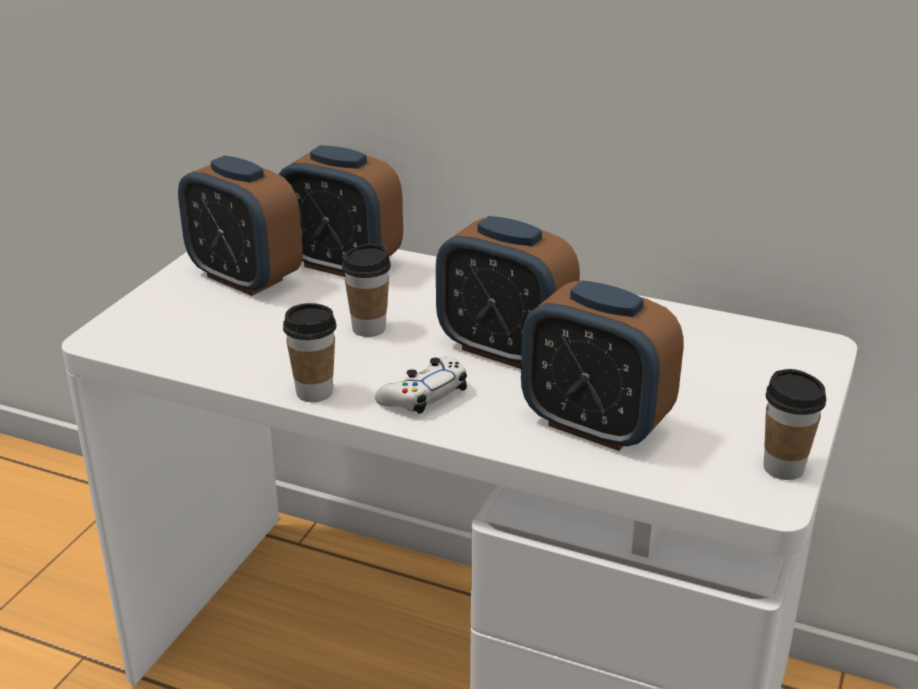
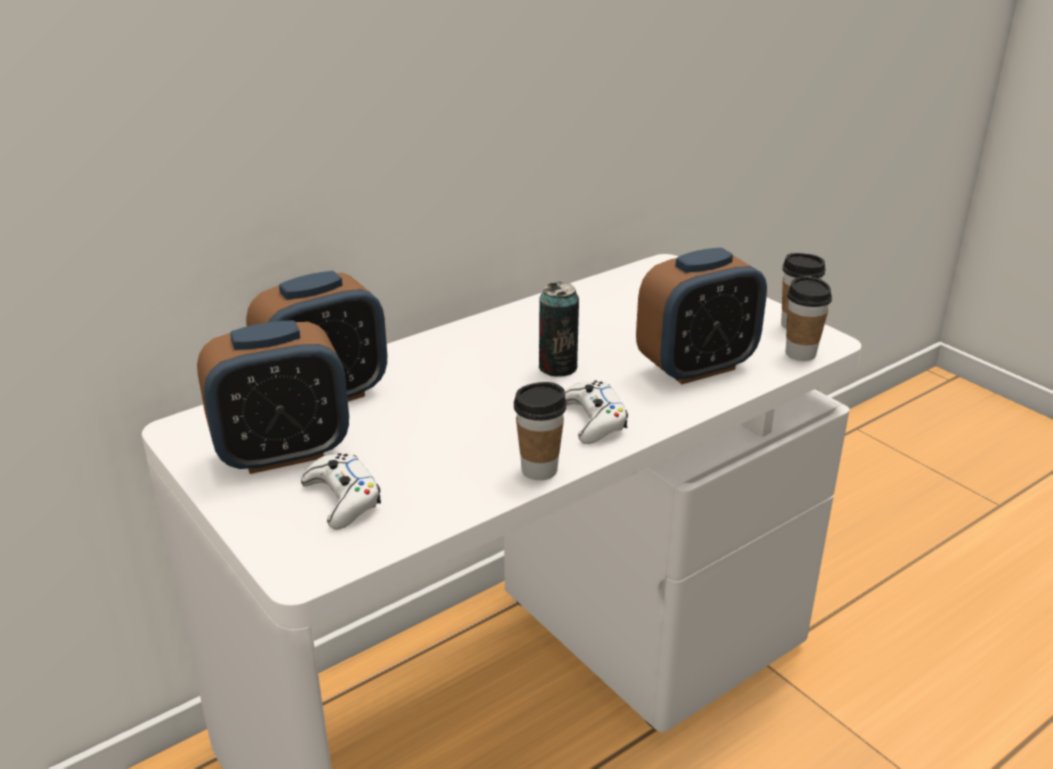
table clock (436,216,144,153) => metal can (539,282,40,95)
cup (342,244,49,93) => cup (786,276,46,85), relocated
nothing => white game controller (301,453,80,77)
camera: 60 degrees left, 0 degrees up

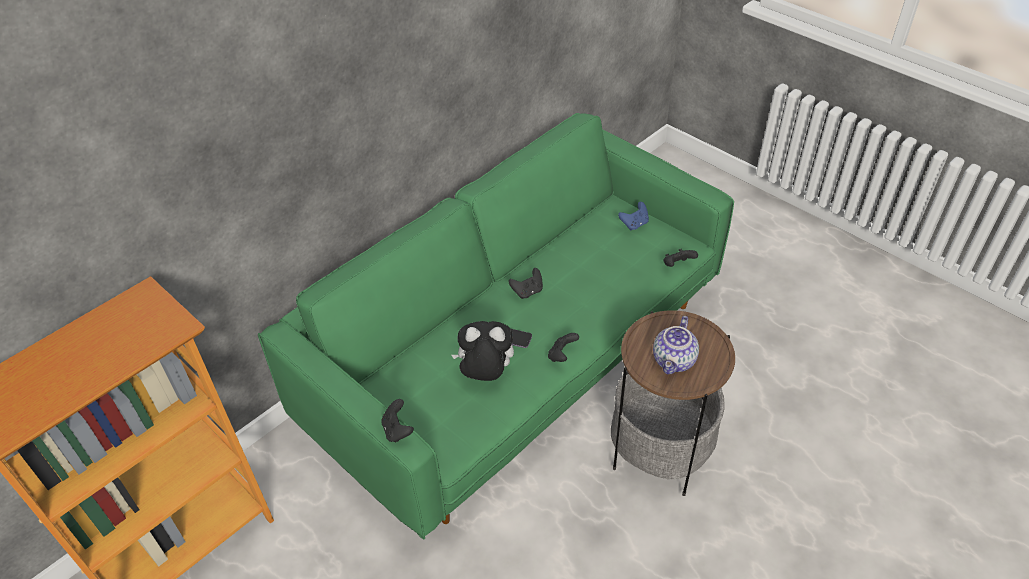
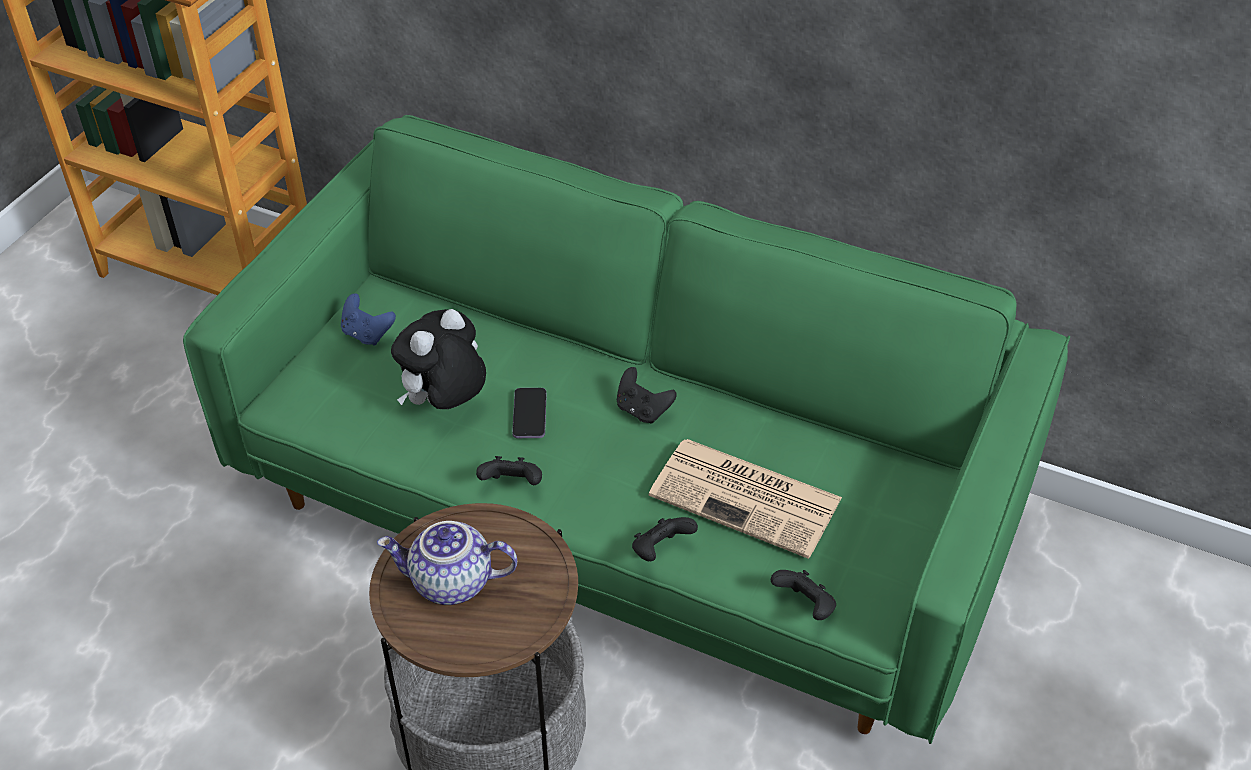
blue game controller (618,202,31,29) => blue game controller (341,293,55,53), relocated
cuddly toy (452,321,62,60) => cuddly toy (391,309,95,100), 120 degrees counterclockwise
blackish game controller (382,399,32,43) => blackish game controller (632,517,66,44), relocated
nothing => daily paper (649,439,193,120)
camera: 70 degrees right, 0 degrees up

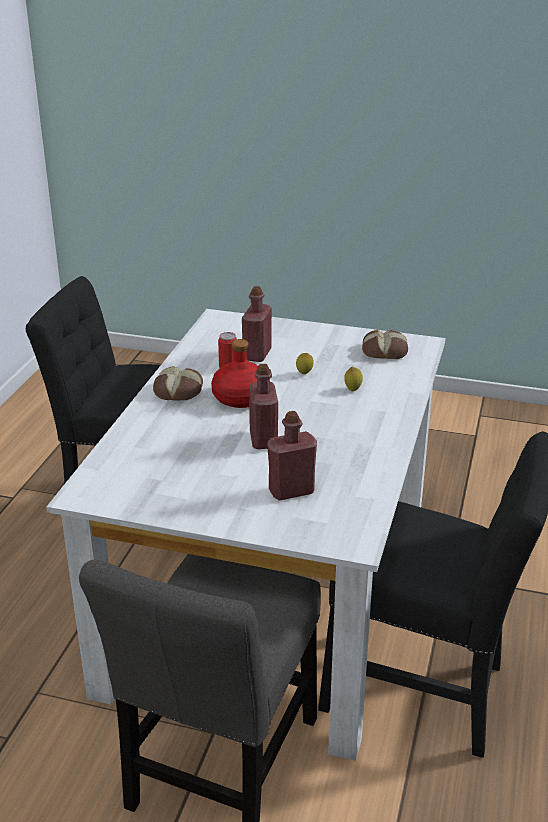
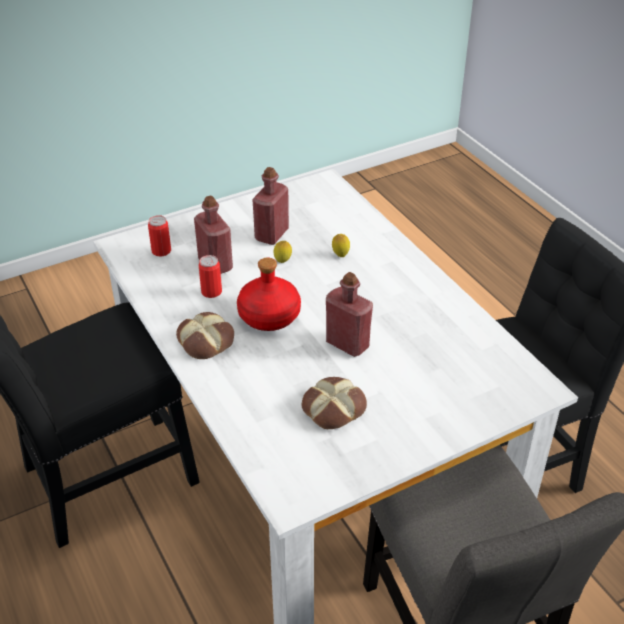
bread (362,330,46,29) => bread (302,377,65,52), relocated
red-coloured drink bottle (267,411,50,90) => red-coloured drink bottle (252,167,37,78), relocated
nothing => metal can (148,215,23,42)
camera: 45 degrees left, 10 degrees up

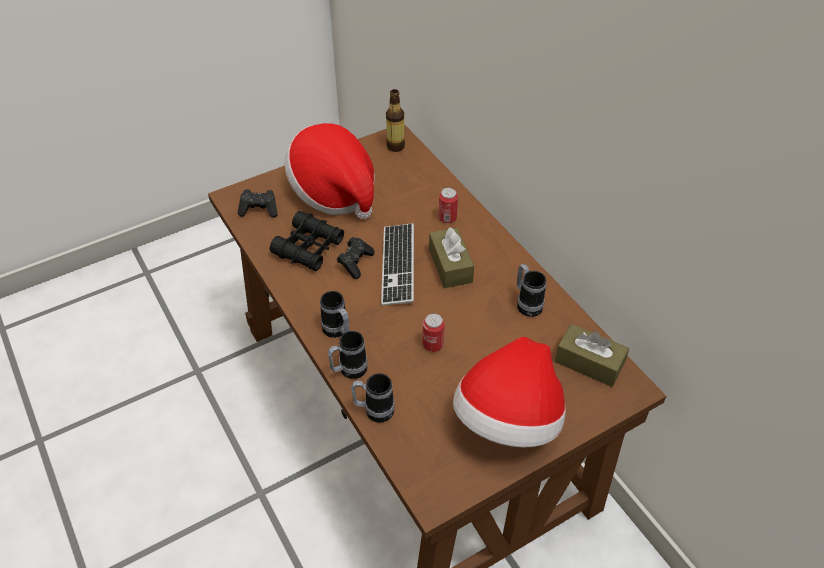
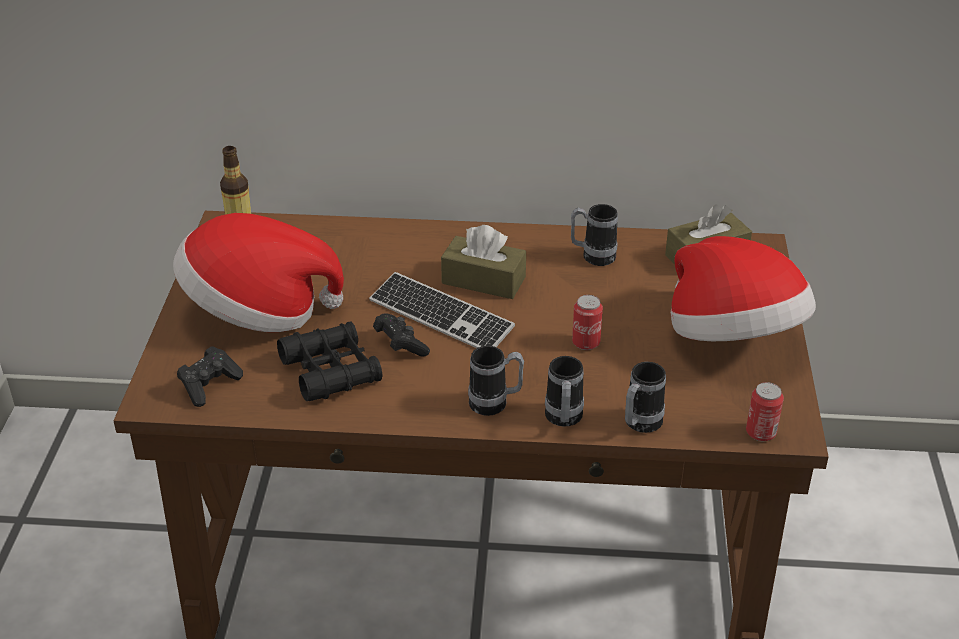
metal can (439,188,19,35) => metal can (746,382,38,59), relocated
camera: 55 degrees left, 10 degrees down

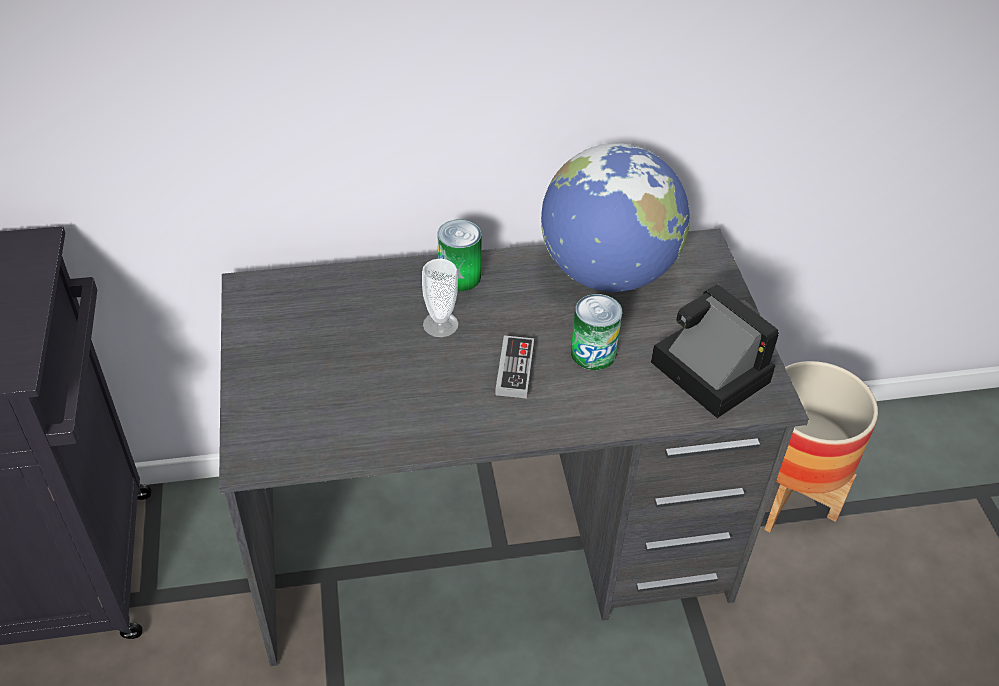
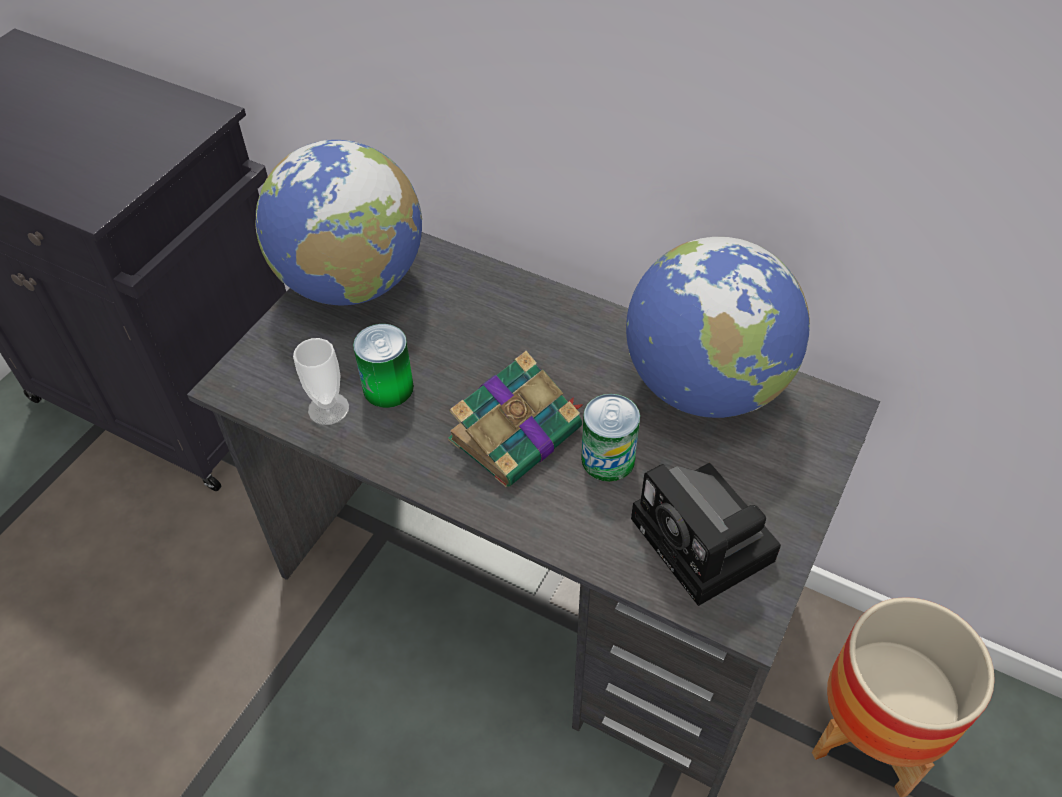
metal can (438,219,44,73) => metal can (353,324,61,84), relocated
cup (422,259,37,78) => cup (293,338,56,87), relocated
photo camera (651,284,128,134) => photo camera (631,463,150,143), 150 degrees clockwise
game controller (495,336,39,62) => book (448,351,136,136)
nothing => world globe (255,140,167,166)
camera: 40 degrees right, 5 degrees up

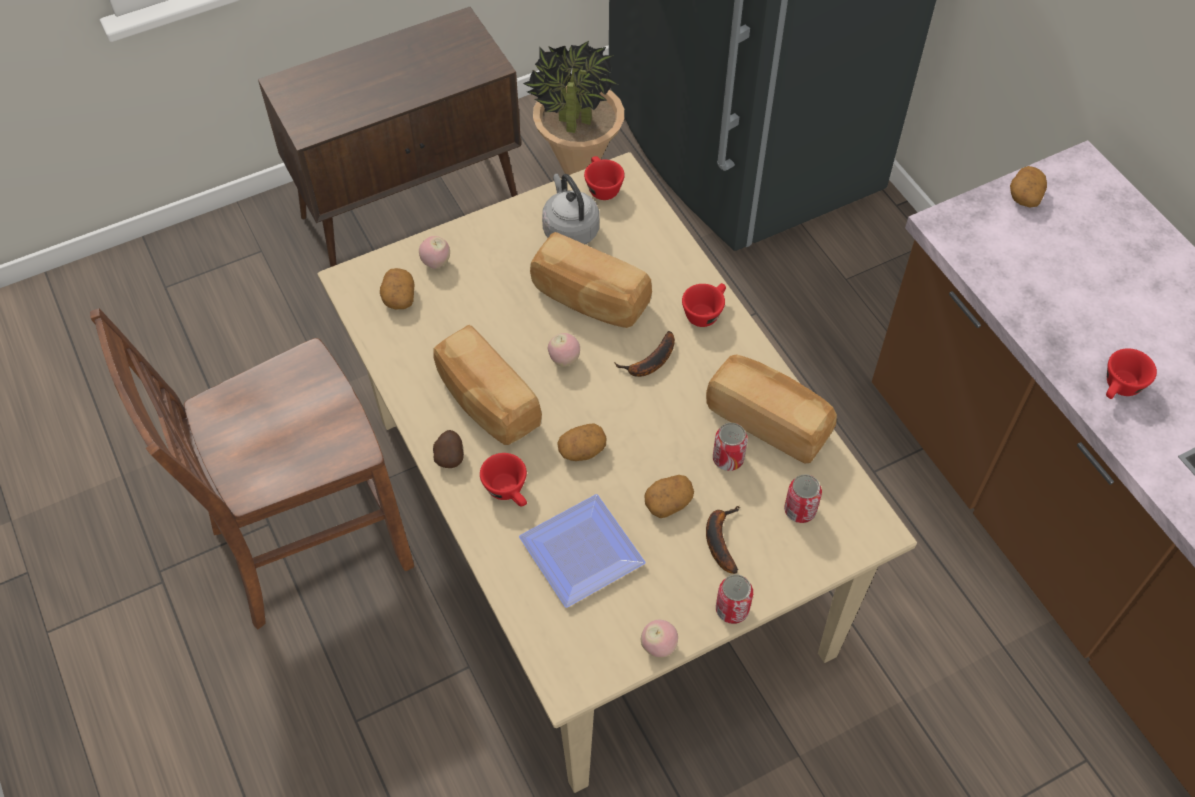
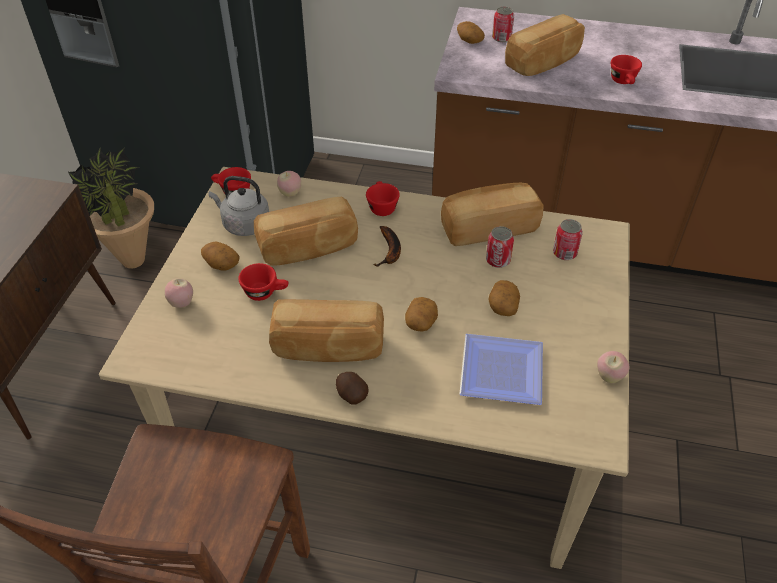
spud (380,268,35,42) => spud (201,241,39,30), relocated
apple (548,333,32,34) => apple (277,171,24,26), relocated
red-coloured cup (480,453,47,53) => red-coloured cup (238,263,50,38), relocated
banana fruit (706,506,35,68) => nothing
metal can (716,575,37,49) => metal can (492,7,22,35), relocated
nothing => bread (505,14,80,62)
camera: 50 degrees left, 10 degrees down

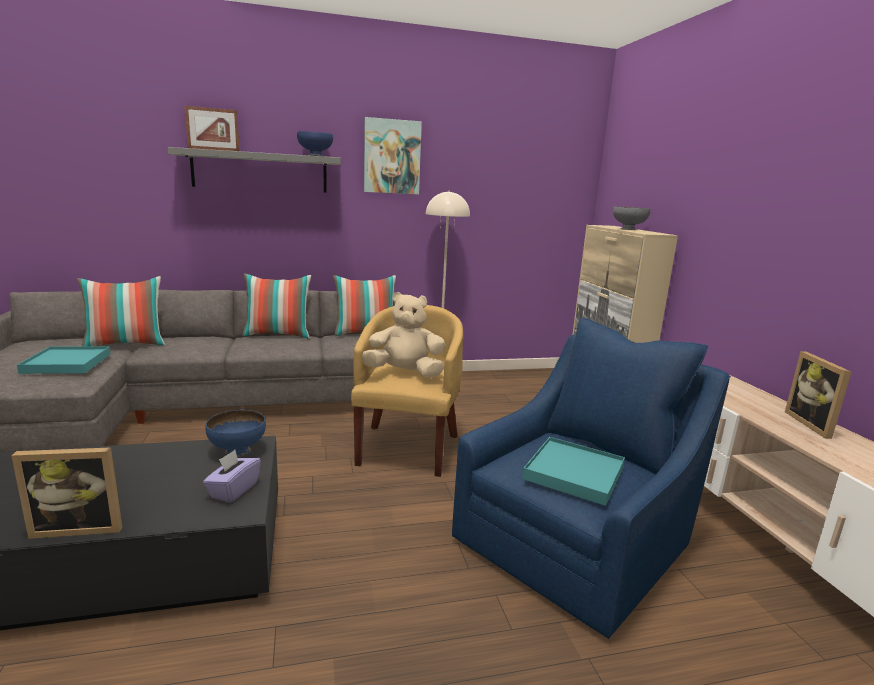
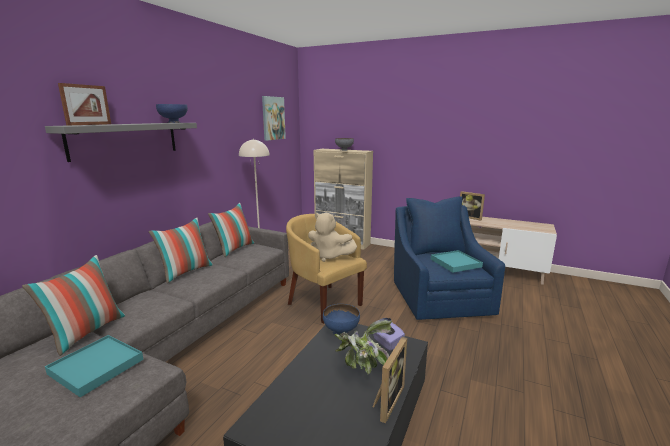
wall art (364,117,58,77) => wall art (262,96,24,45), relocated
sand-coloured cuddly toy (362,292,84,86) => sand-coloured cuddly toy (308,213,49,49), 105 degrees counterclockwise
nothing => potted plant (334,318,58,56)
camera: 50 degrees left, 0 degrees up

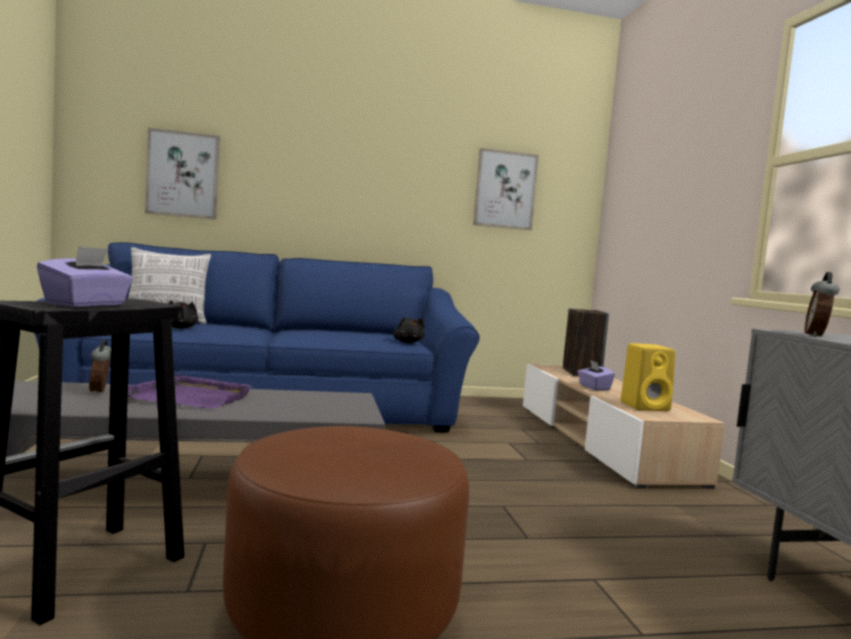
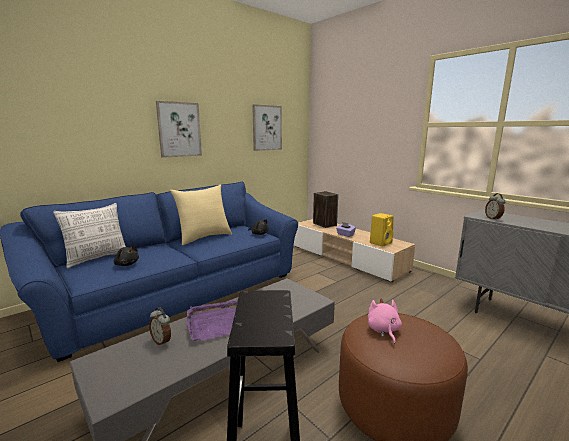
wall art (145,128,75,92) => wall art (156,101,46,57), relocated
purple-coloured tissue box (37,246,96,61) => nothing
nothing => sand-coloured throw pillow (170,184,62,61)
nothing => pinkish cuddly toy (368,298,34,46)
camera: 30 degrees left, 10 degrees up

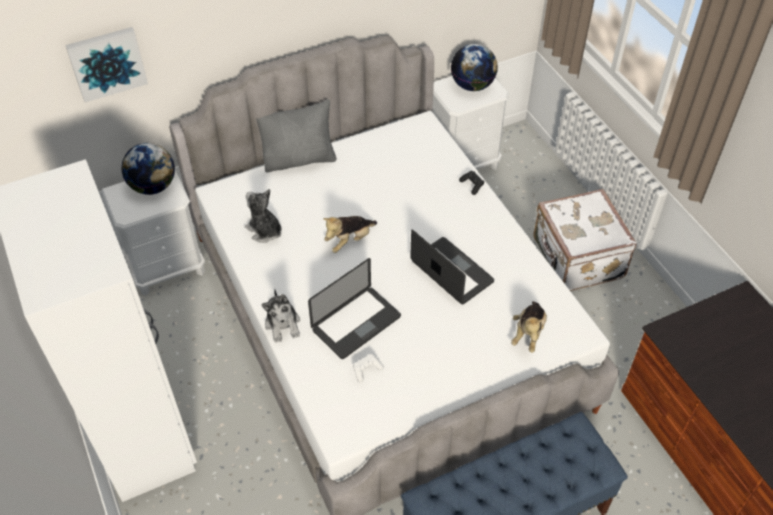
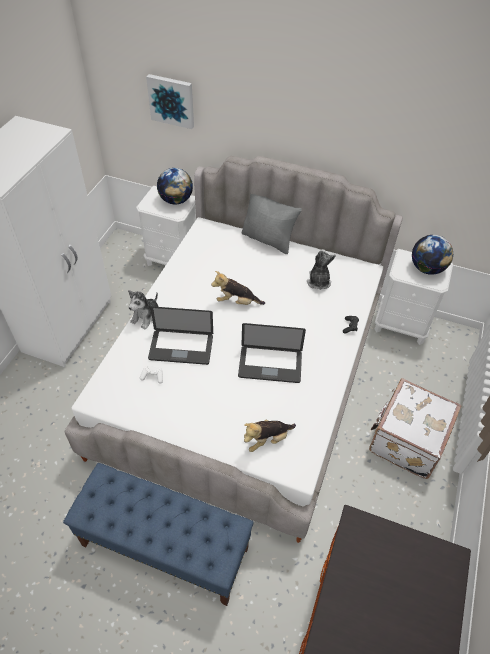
cuddly toy (245,189,37,54) => cuddly toy (307,249,29,41), relocated
portable computer (410,230,84,74) => portable computer (238,323,68,60), 90 degrees clockwise
camera: 45 degrees right, 0 degrees up

